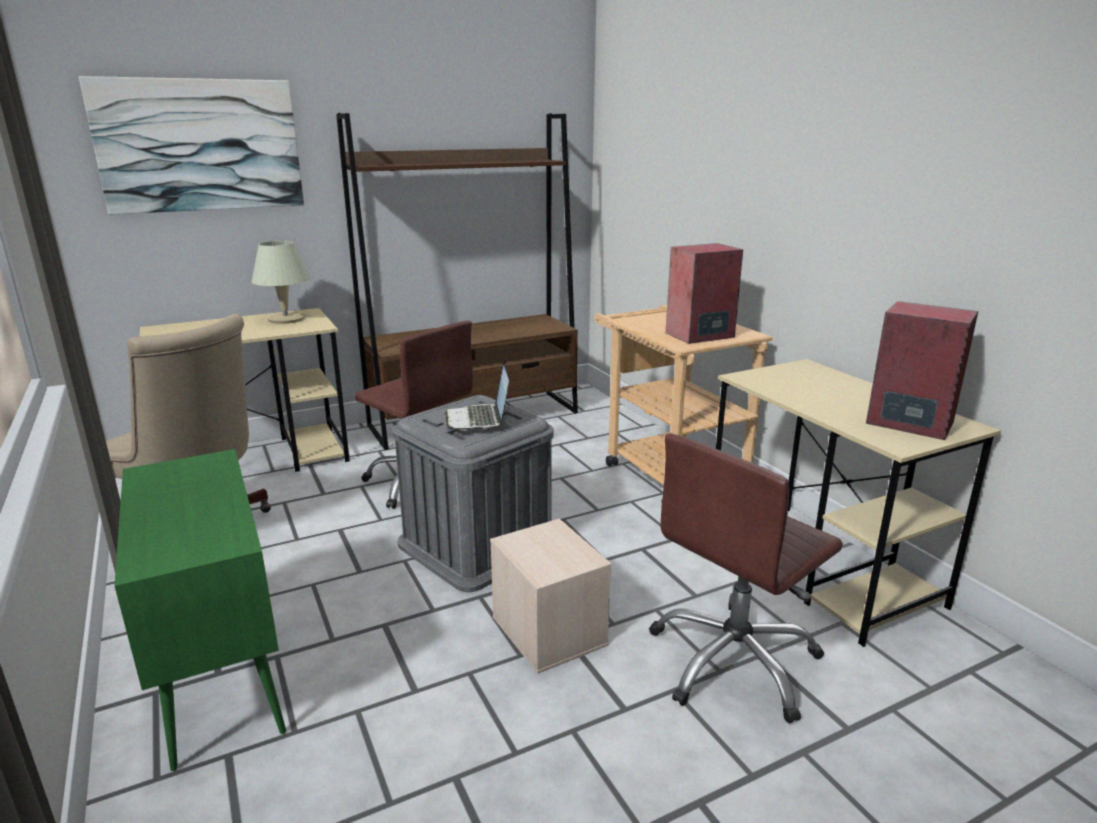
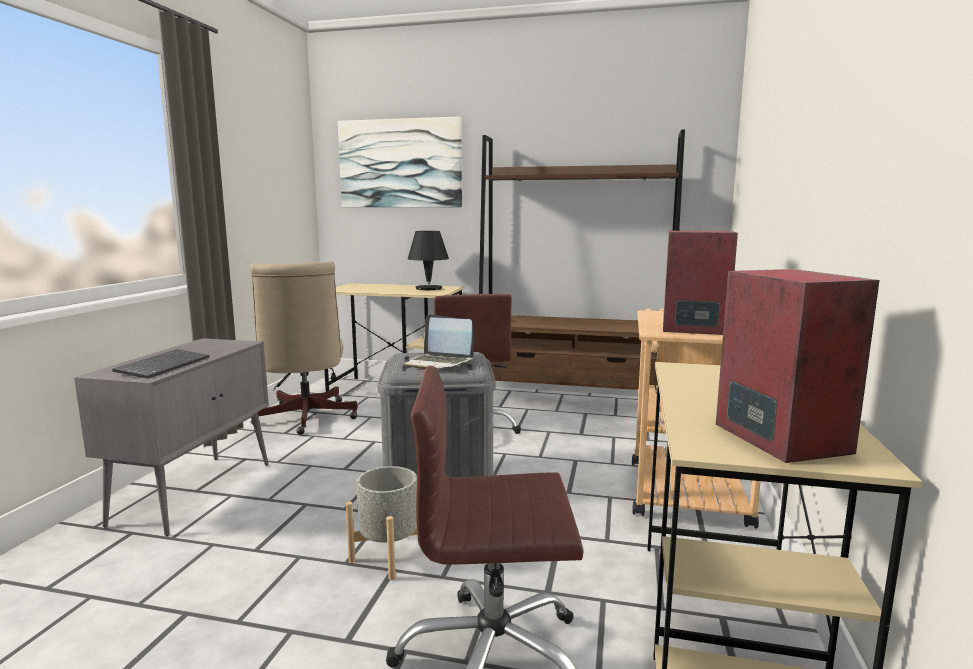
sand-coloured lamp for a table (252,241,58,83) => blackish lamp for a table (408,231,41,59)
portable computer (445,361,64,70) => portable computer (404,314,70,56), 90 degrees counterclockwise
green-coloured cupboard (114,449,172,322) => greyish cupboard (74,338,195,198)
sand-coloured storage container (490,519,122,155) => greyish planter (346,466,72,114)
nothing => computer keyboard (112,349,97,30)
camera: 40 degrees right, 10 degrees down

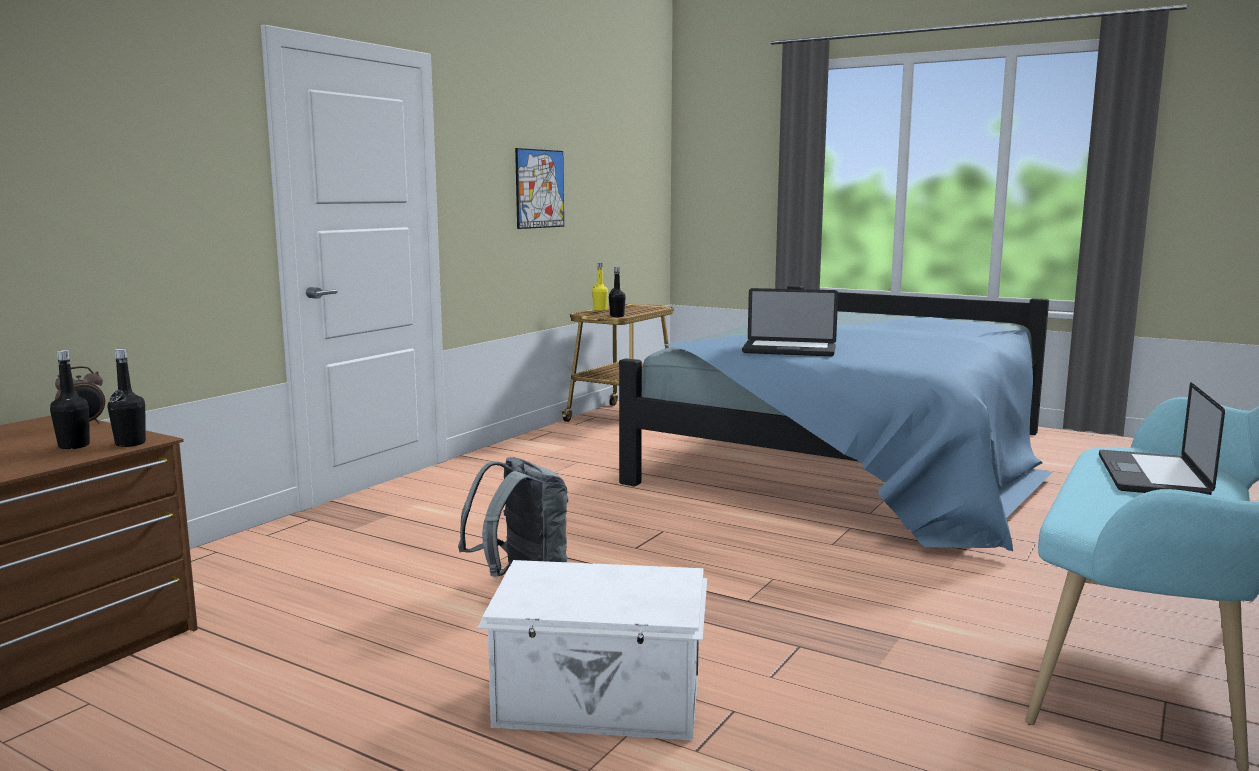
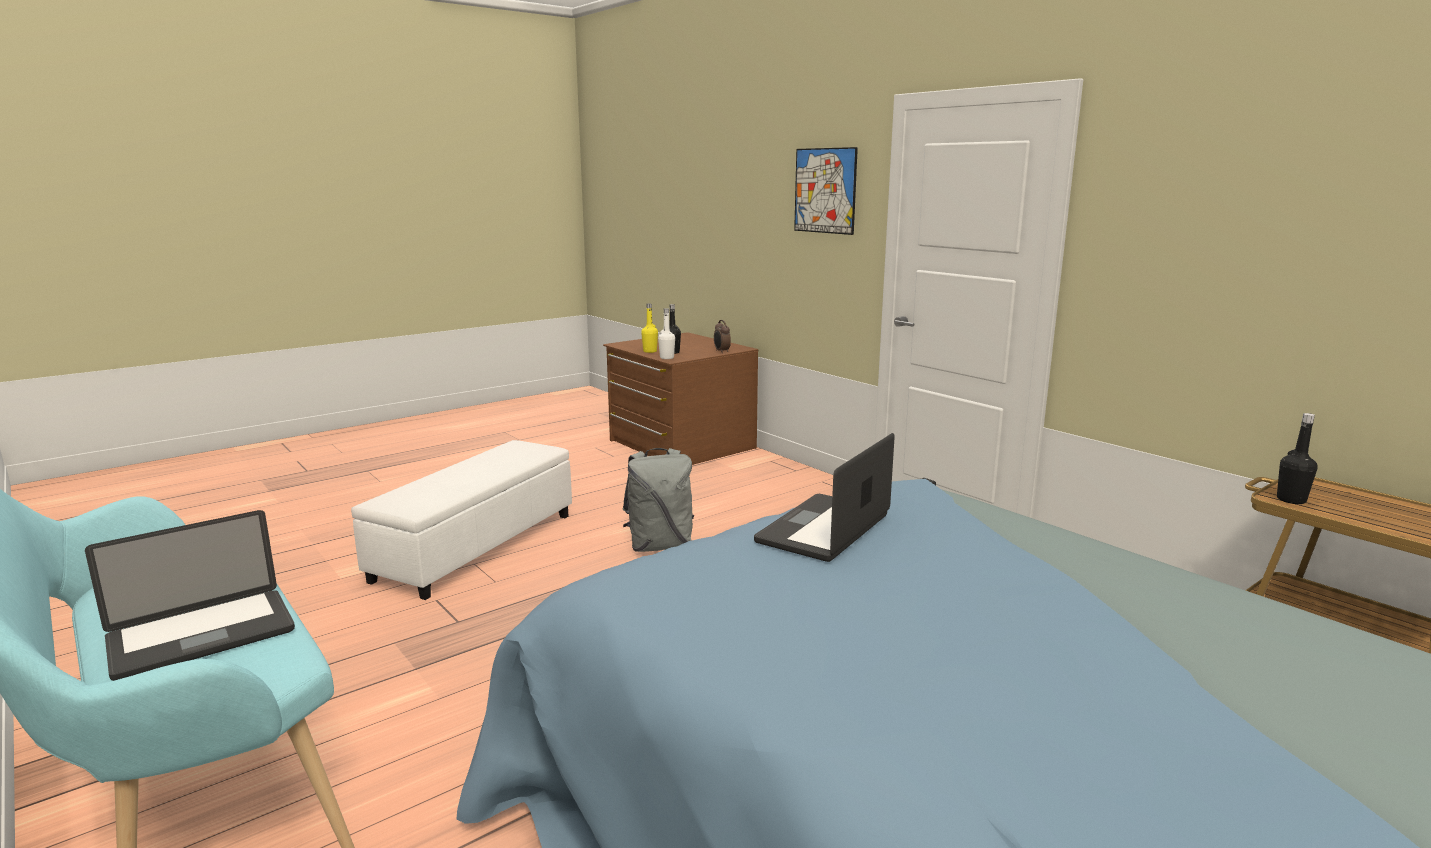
wall art (515,148,49,81) => wall art (794,147,64,88), relocated
yellowish drink bottle (592,263,16,48) => yellowish drink bottle (641,304,17,49), relocated
blackish drink bottle (108,349,38,98) => white drink bottle (658,308,17,51)
portable computer (1099,382,126,113) => portable computer (85,510,210,171), 105 degrees clockwise
white storage container (477,560,230,181) => white pouffe (351,440,221,160)
camera: 110 degrees right, 5 degrees up

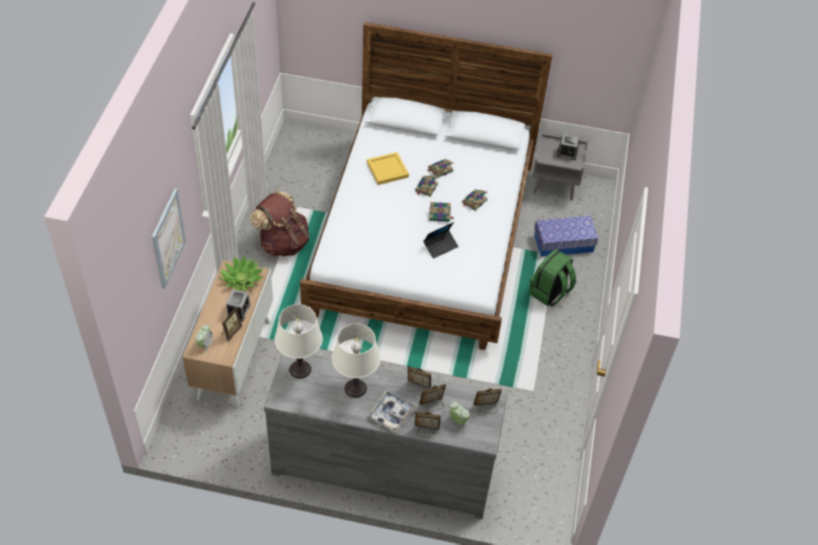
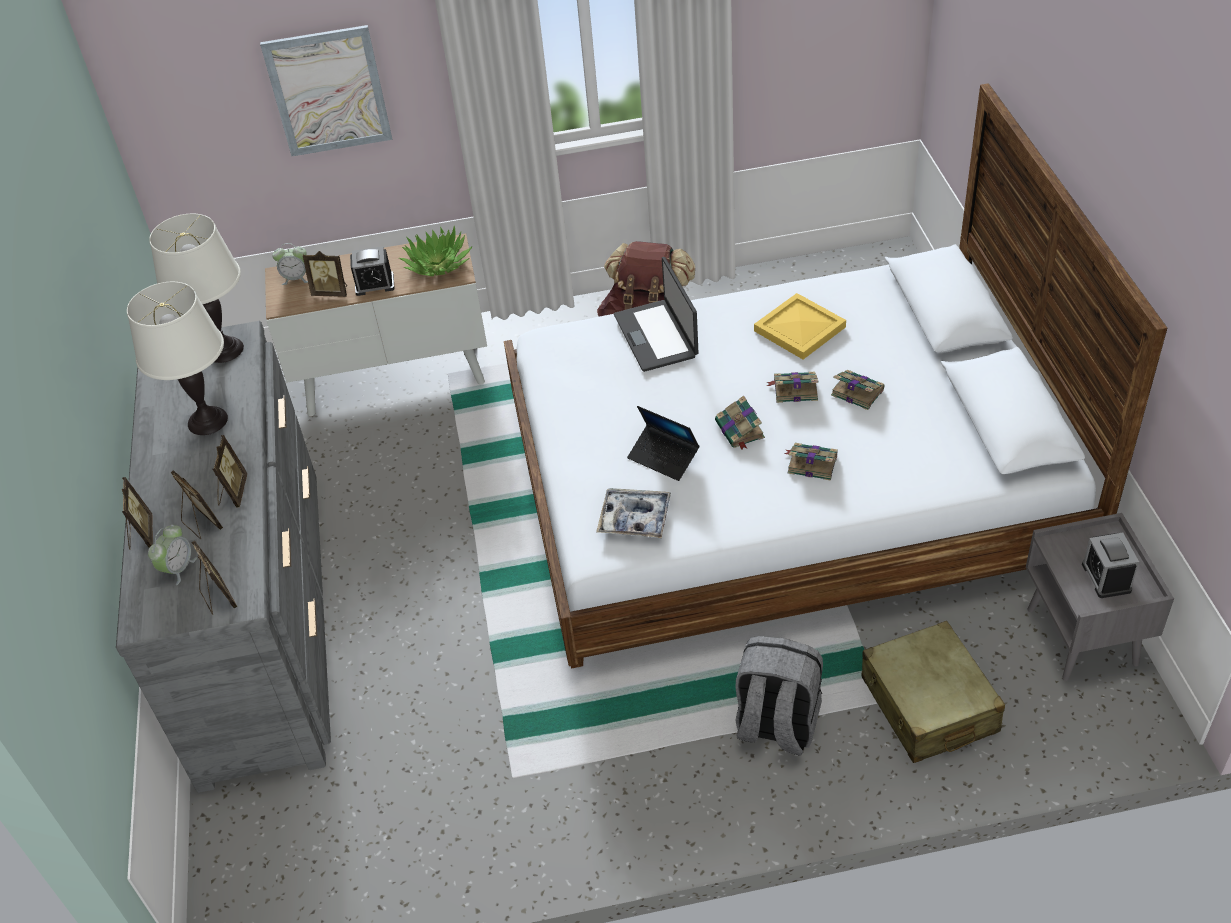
storage container (534,216,64,41) => sand-coloured piece of luggage (862,621,143,142)
green-coloured knapsack (529,249,47,57) => greyish knapsack (735,636,88,119)
tray (368,390,48,42) => tray (596,488,75,50), relocated
nothing => portable computer (614,257,84,115)
camera: 75 degrees right, 5 degrees down

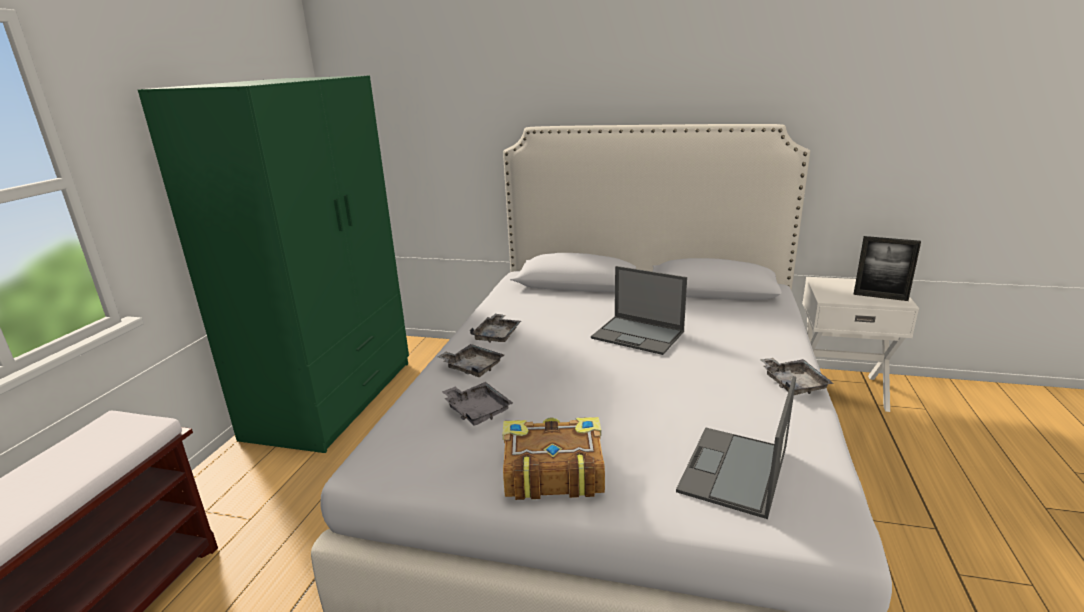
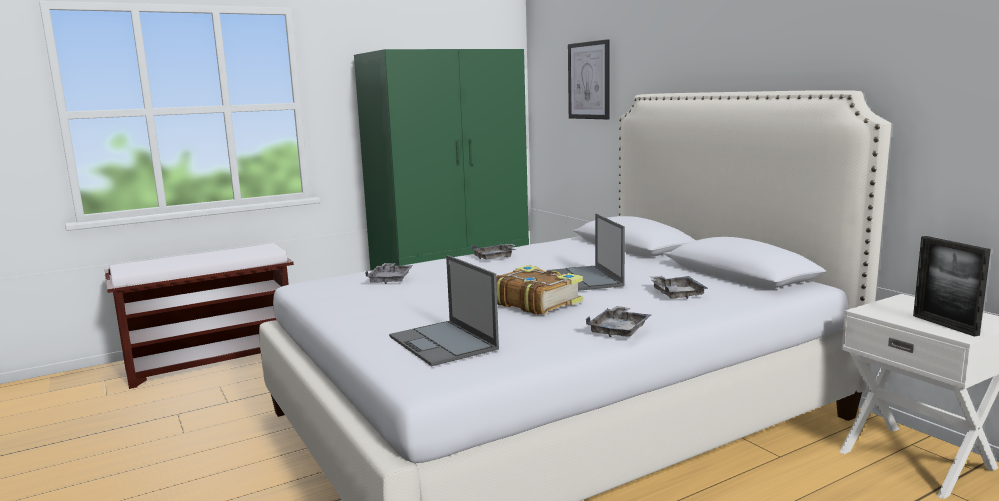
greyish tray (437,344,67,33) => greyish tray (650,276,59,23), relocated
portable computer (676,376,120,143) => portable computer (389,255,110,111), 105 degrees counterclockwise
book (503,417,102,83) => book (496,265,87,50), relocated
nothing => wall art (568,39,42,80)
camera: 45 degrees right, 10 degrees down

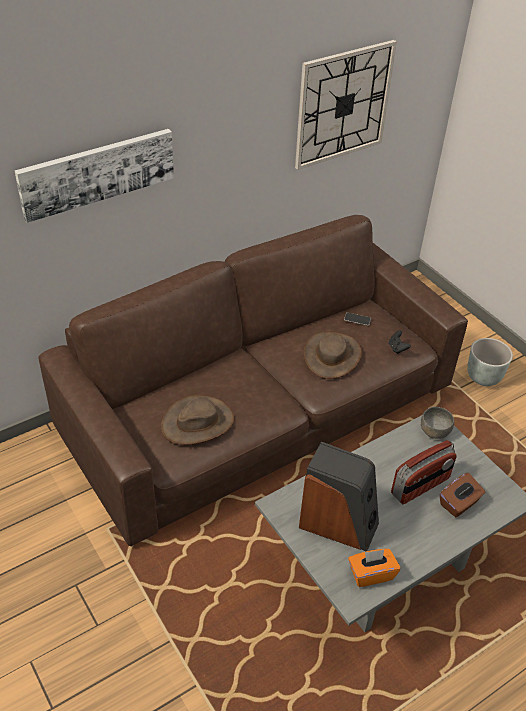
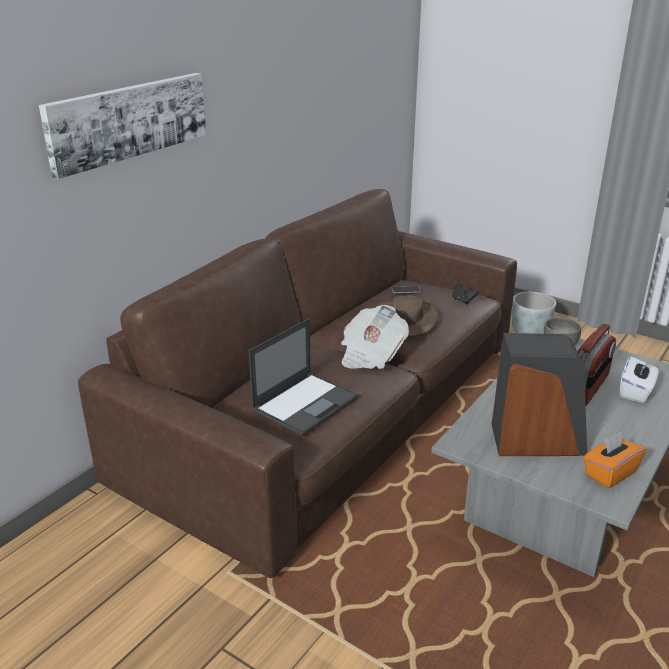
wall clock (295,40,102,130) => nothing
brownish hat (161,394,73,51) => portable computer (249,318,110,118)
brownish tissue box (440,473,45,44) => white tissue box (620,357,39,46)
nothing => daily paper (341,305,68,64)
camera: 20 degrees left, 15 degrees down

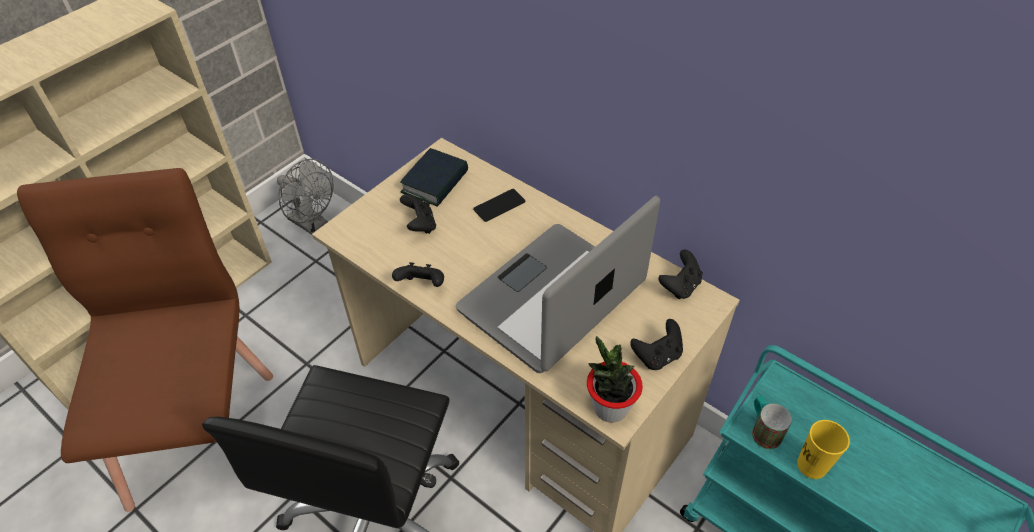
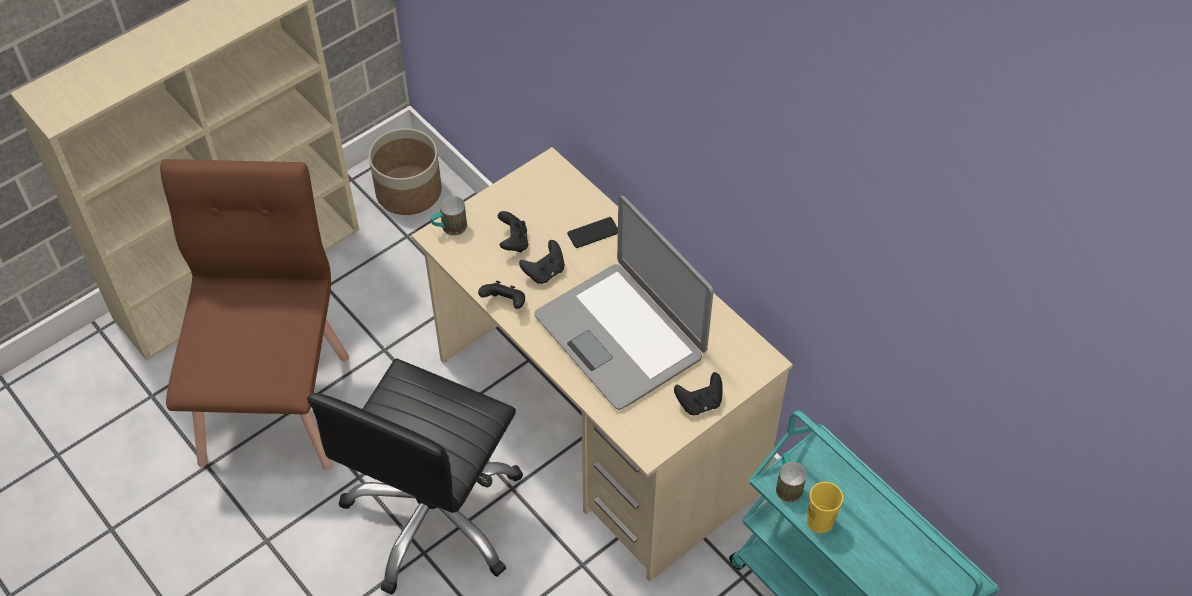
book (400,148,68,59) => nothing
greyish electric fan (277,159,57,76) => planter (369,128,73,87)
portable computer (456,196,204,177) => portable computer (534,196,180,214), 90 degrees counterclockwise
blackish game controller (658,250,45,49) => blackish game controller (519,240,46,44), relocated
potted plant (587,336,56,87) => nothing
nothing => mug (430,196,37,40)
camera: 10 degrees right, 5 degrees up

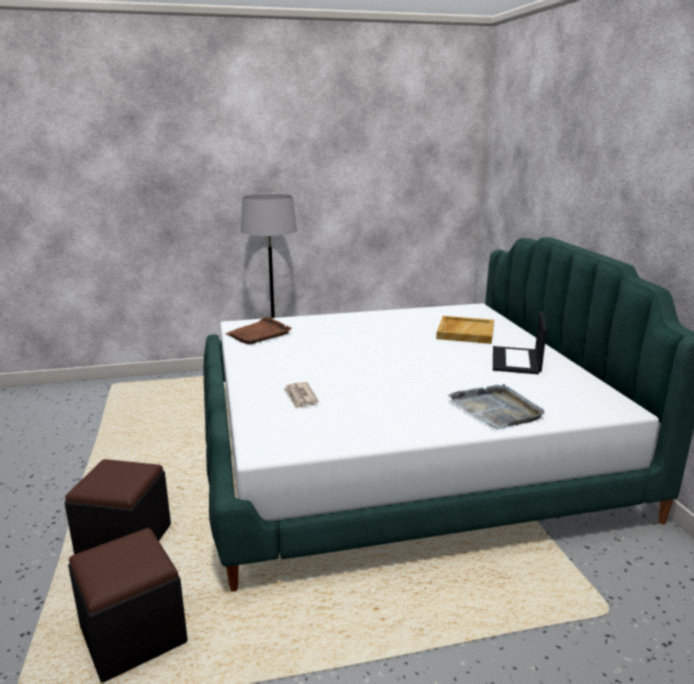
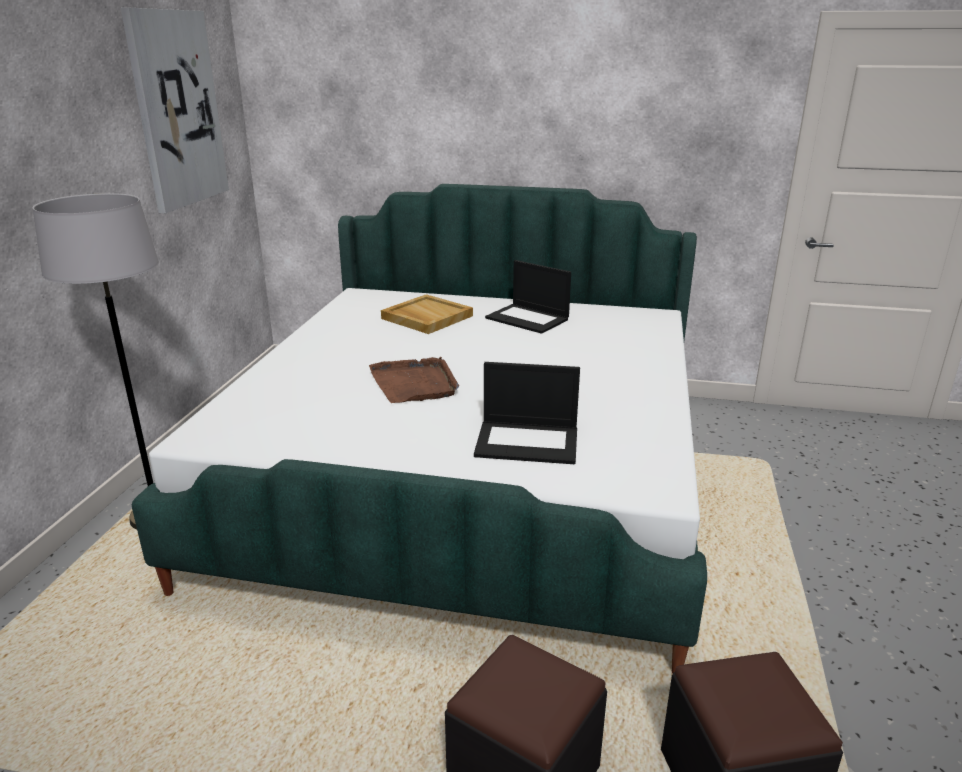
brownish tray (225,317,66,28) => brownish tray (369,357,90,46), relocated
daily paper (284,382,35,27) => portable computer (474,362,106,102)
greyish tray (448,384,97,45) => nothing
nothing => wall art (121,8,108,205)
camera: 65 degrees left, 5 degrees up

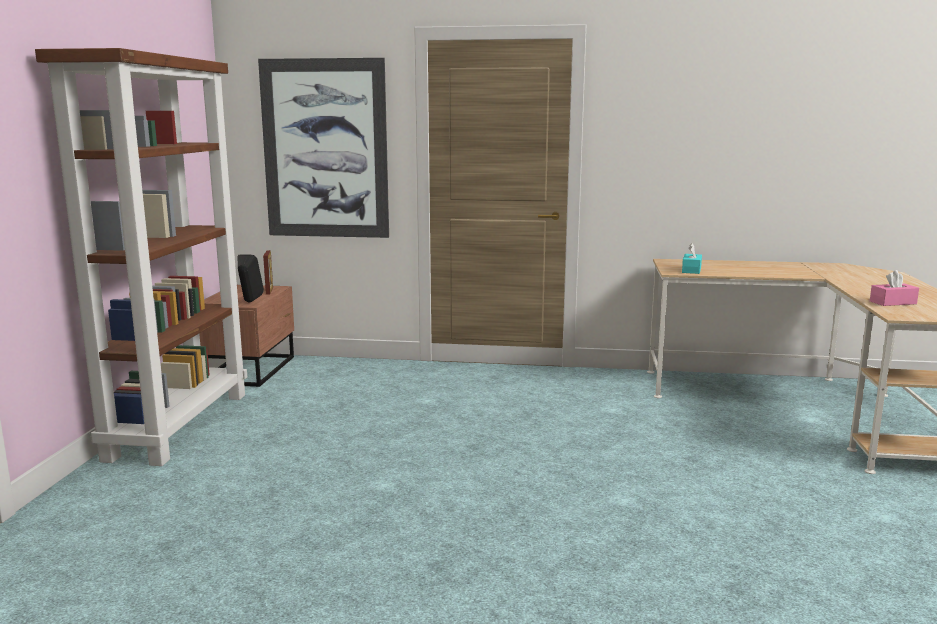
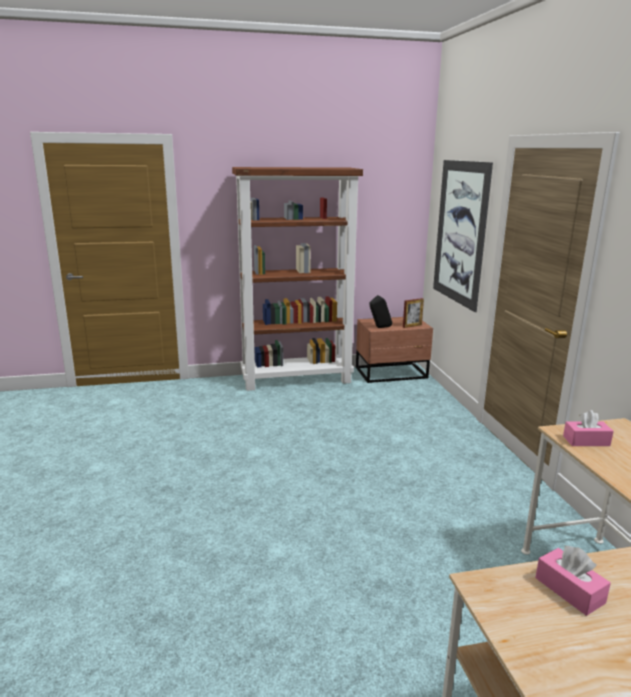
turquoise-coloured tissue box (682,244,20,30) => pinkish tissue box (563,410,51,36)
camera: 70 degrees right, 5 degrees up

